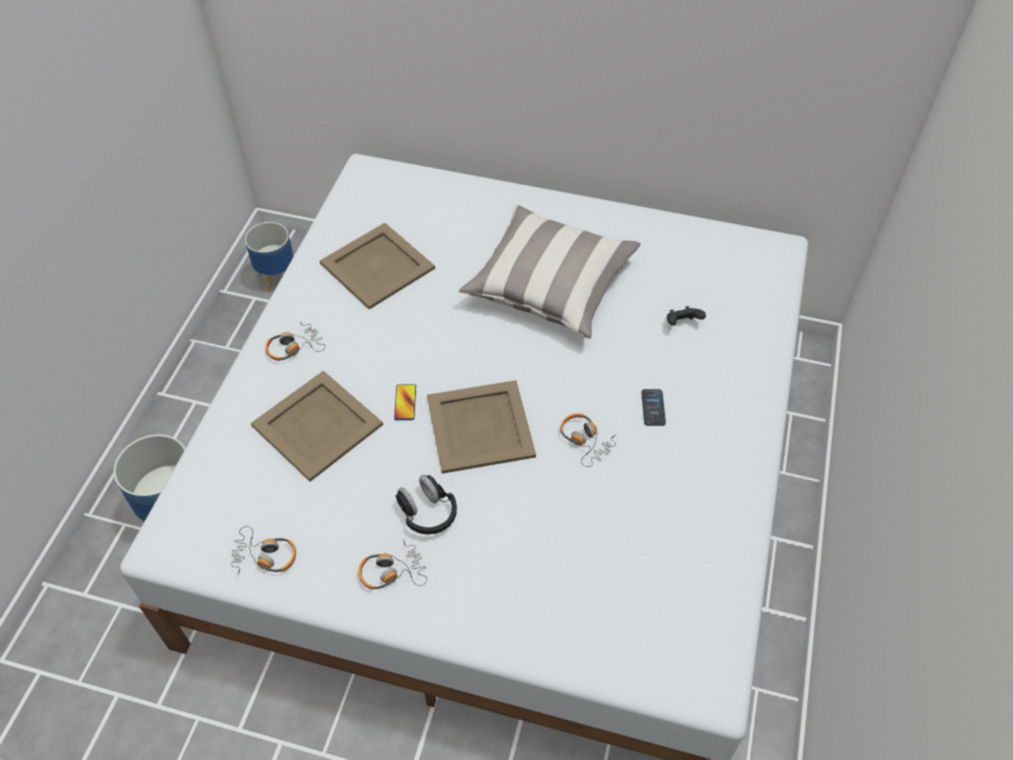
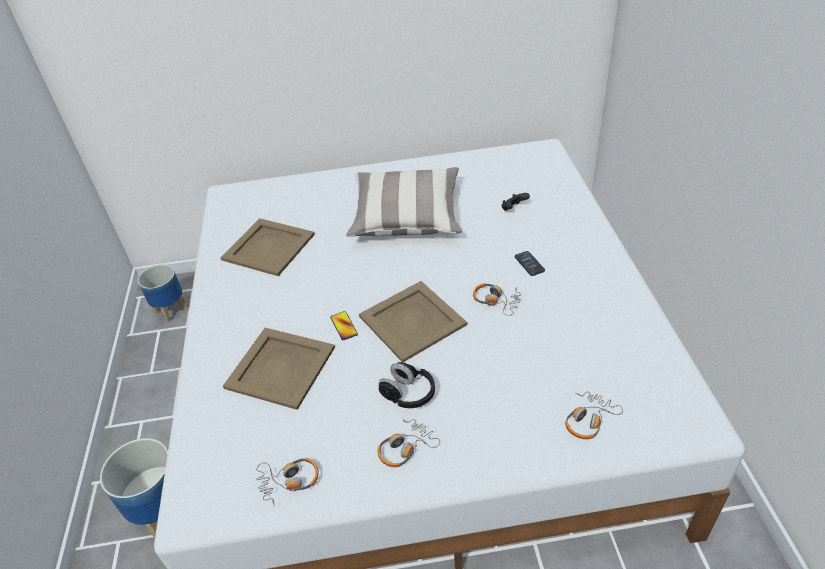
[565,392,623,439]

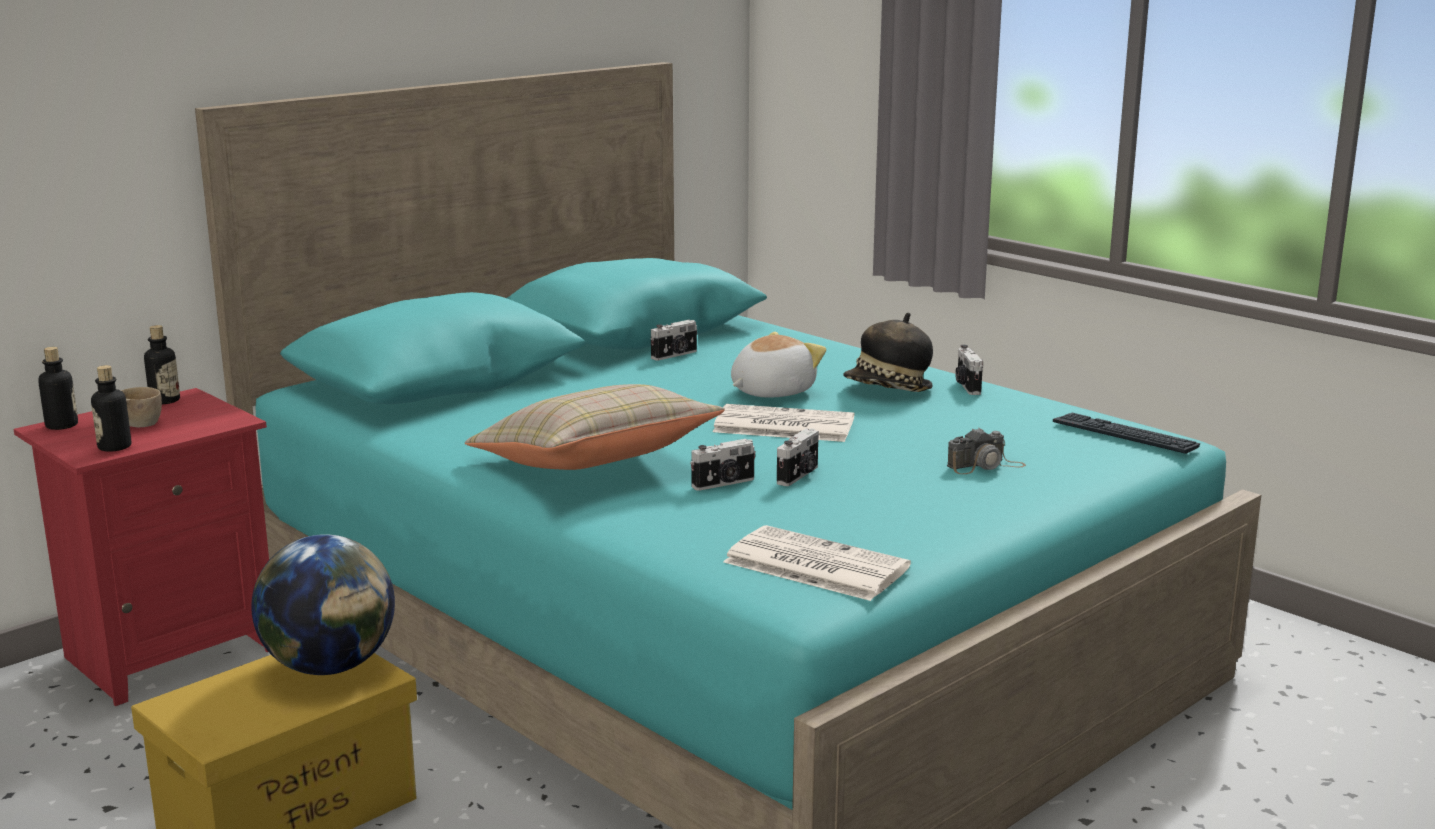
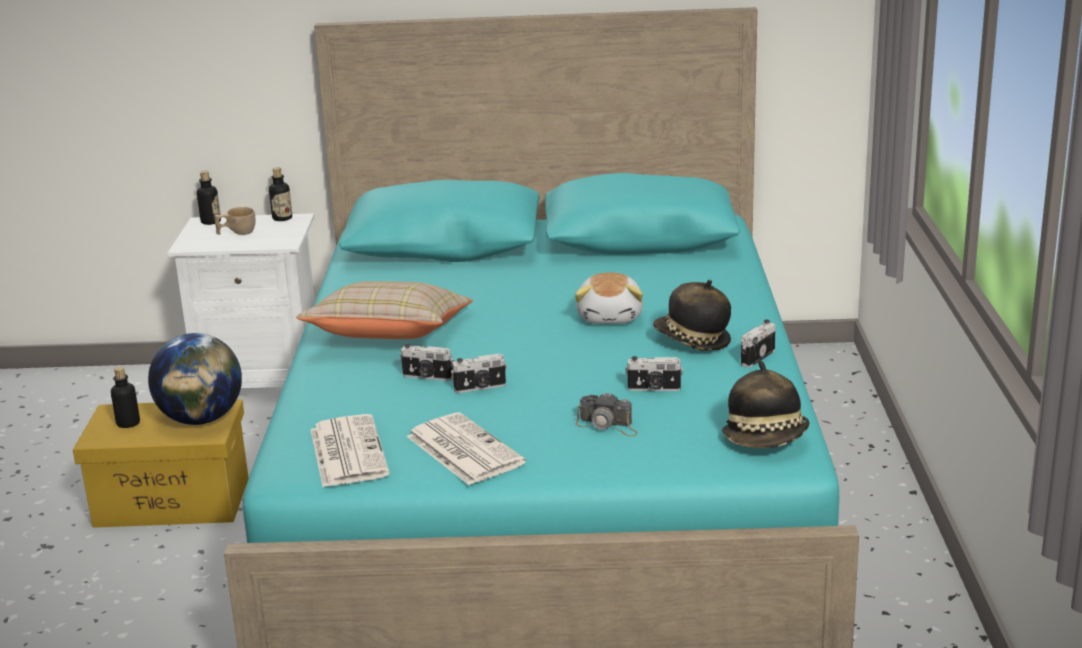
[111,367,140,428]
[625,356,683,391]
[406,413,526,485]
[722,361,810,448]
[167,213,315,388]
[575,272,643,324]

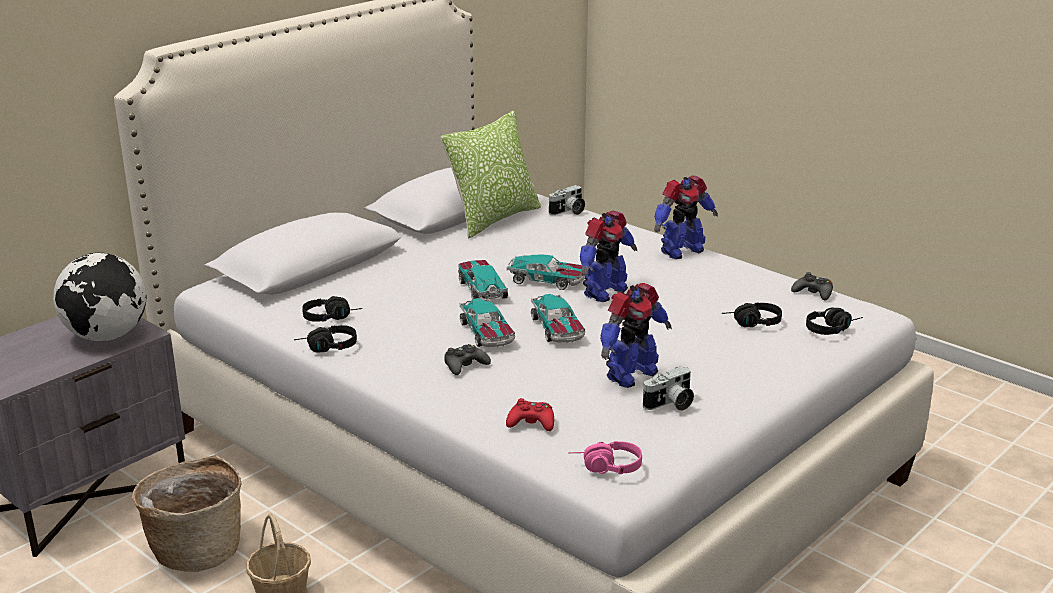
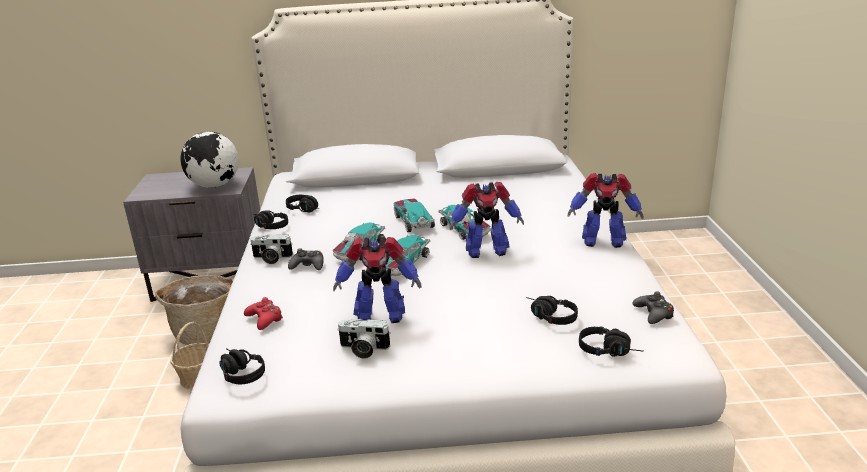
[441,111,541,239] (first image)
[250,234,293,264]
[219,348,265,384]
[394,198,435,232]

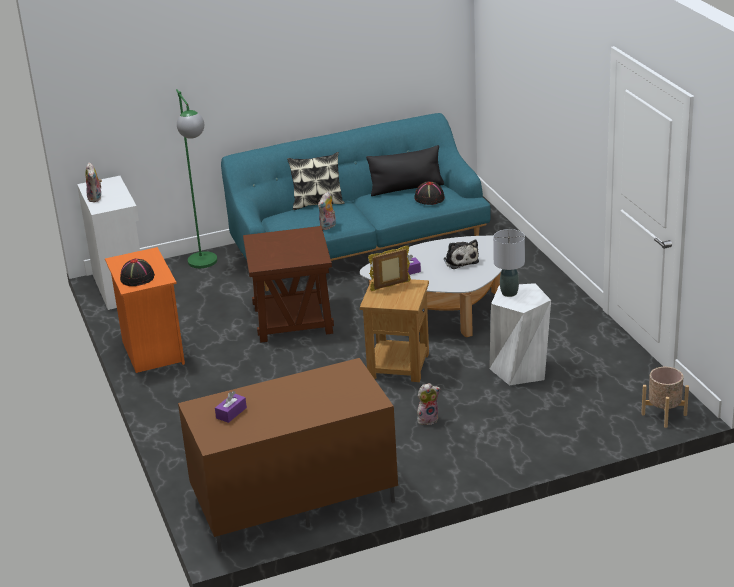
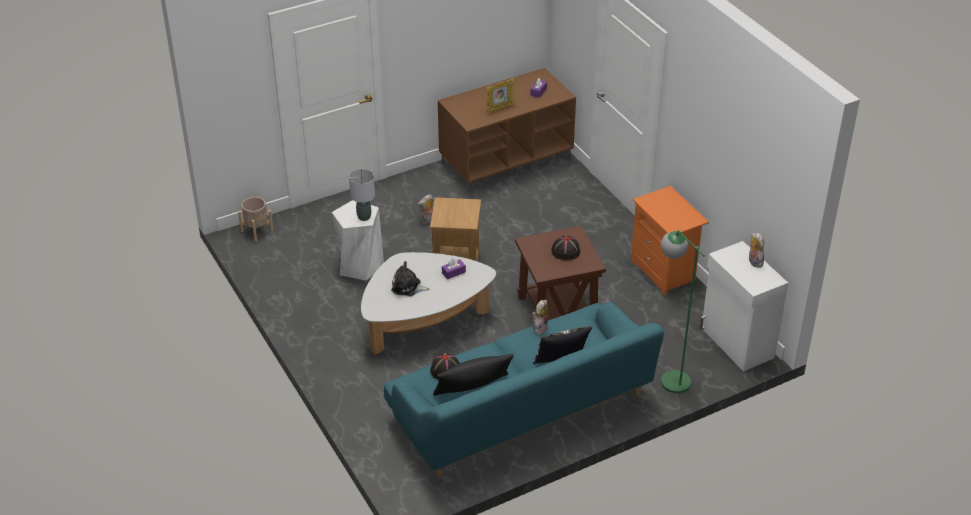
[551,235,580,260]
[486,79,515,113]
[391,261,429,296]

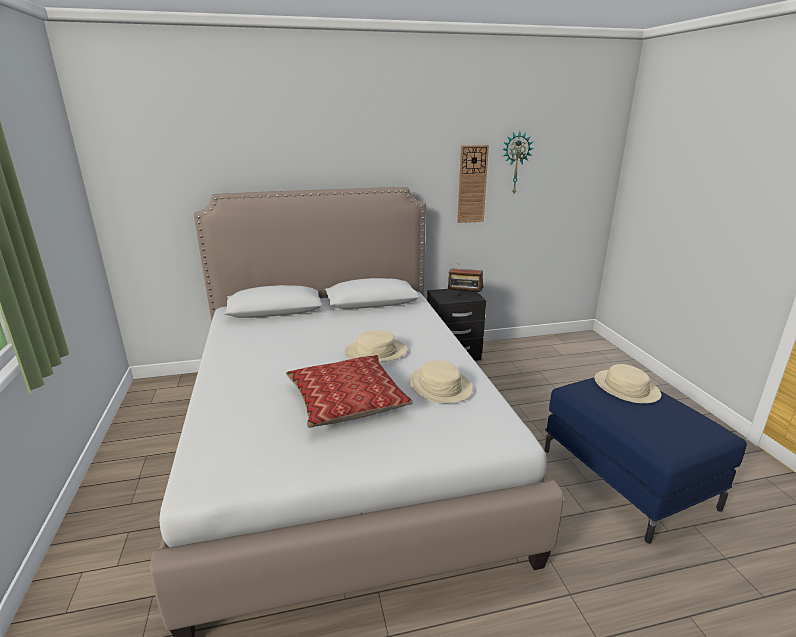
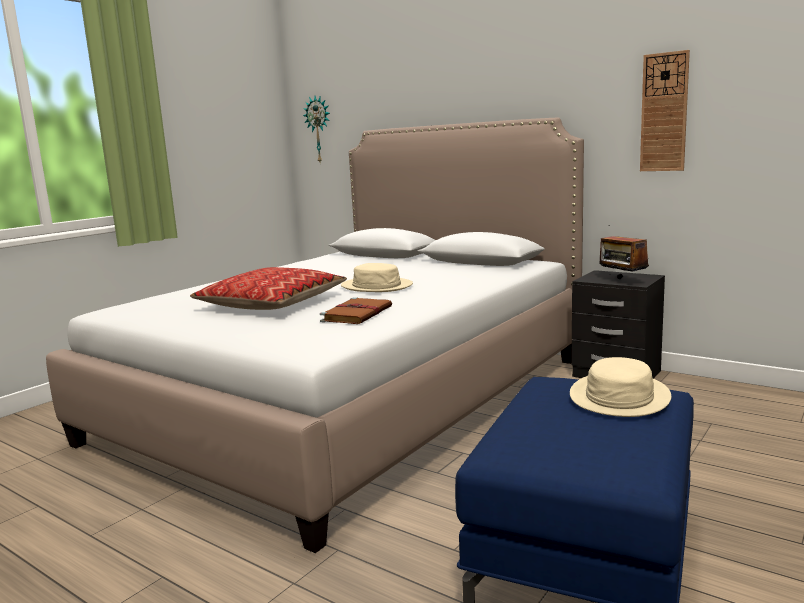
[303,96,330,162]
[320,297,392,324]

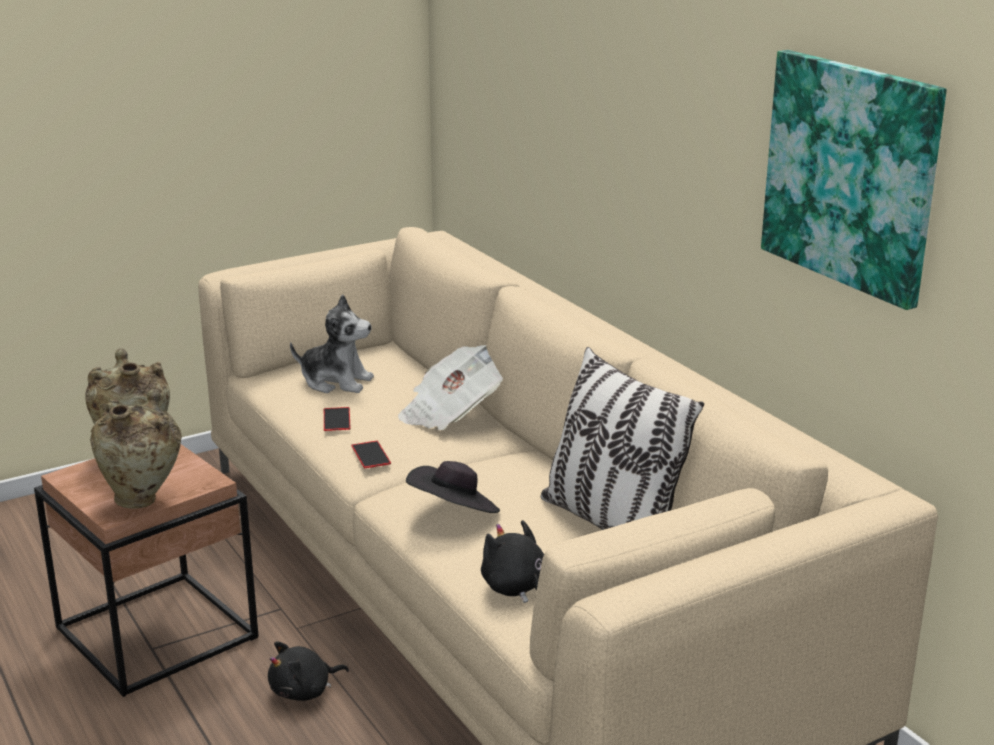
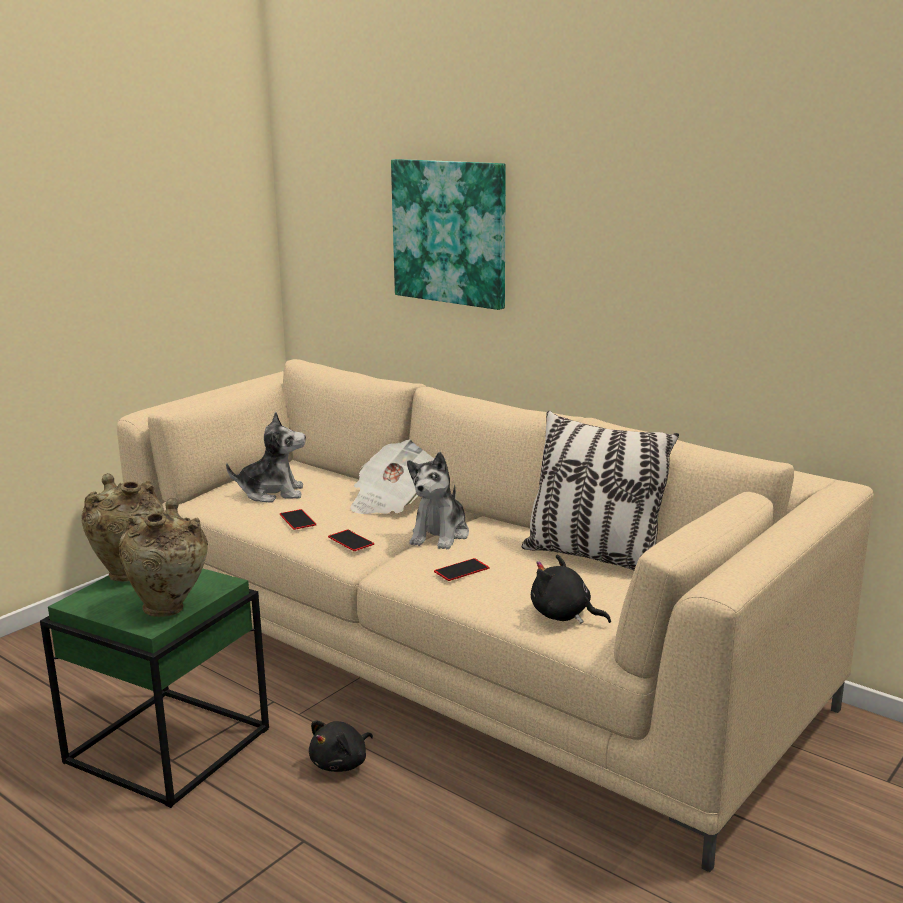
[407,452,469,549]
[391,159,506,310]
[434,558,490,581]
[40,569,269,808]

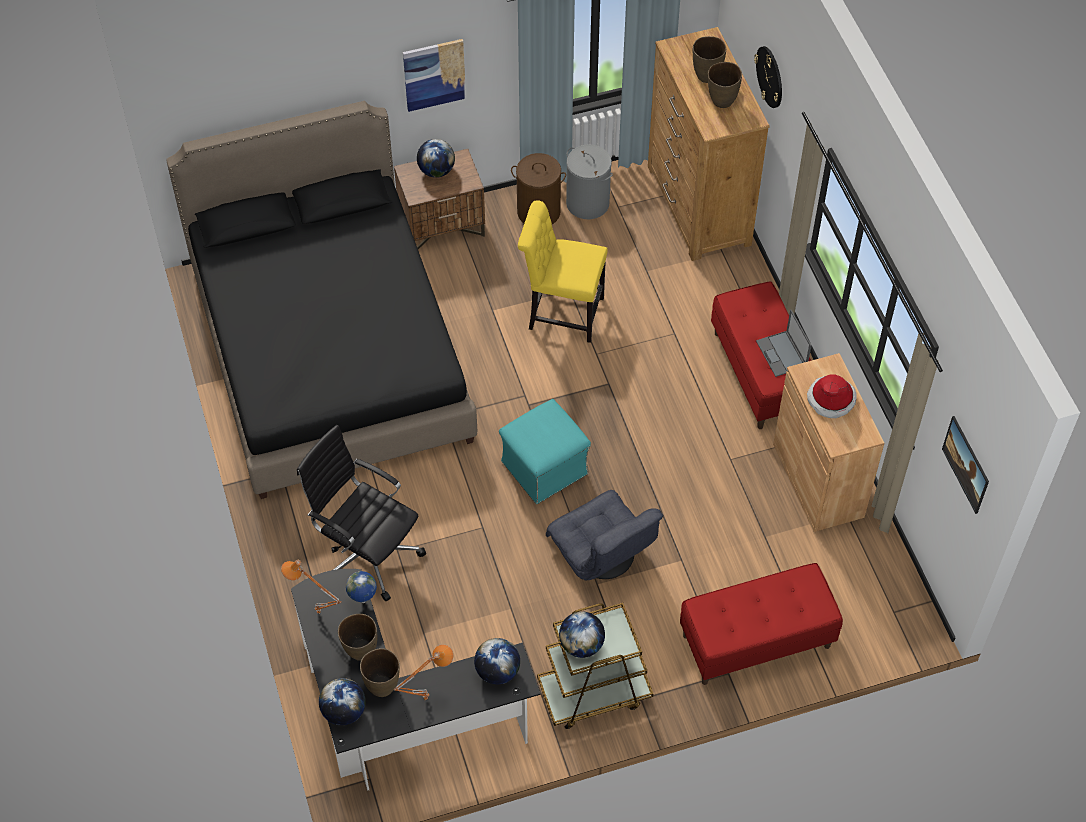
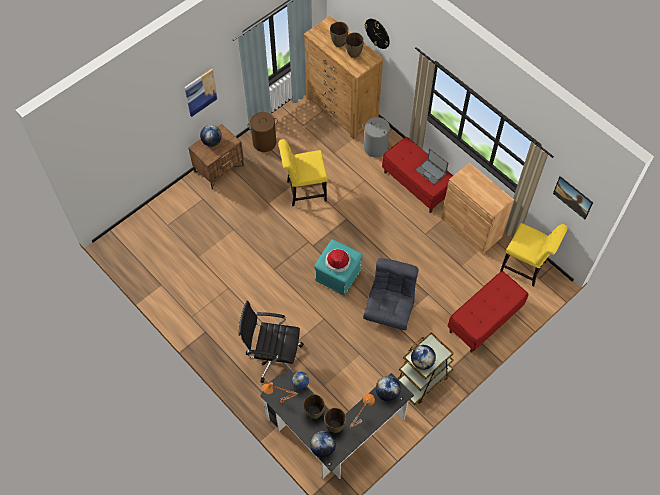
[167,101,477,499] (first image)
[500,223,568,287]
[362,117,392,158]
[325,249,351,272]
[363,258,419,330]

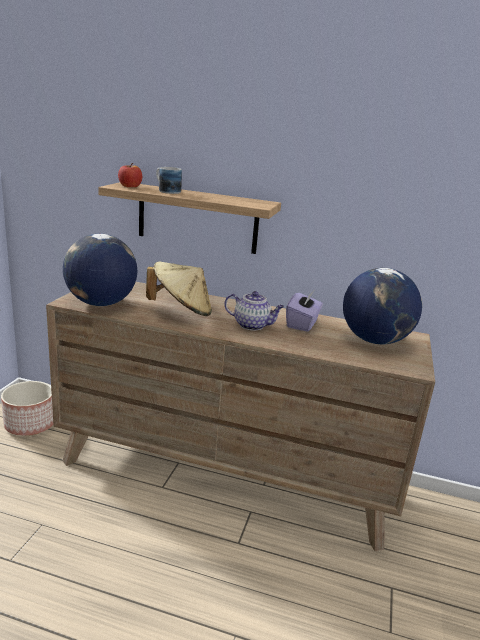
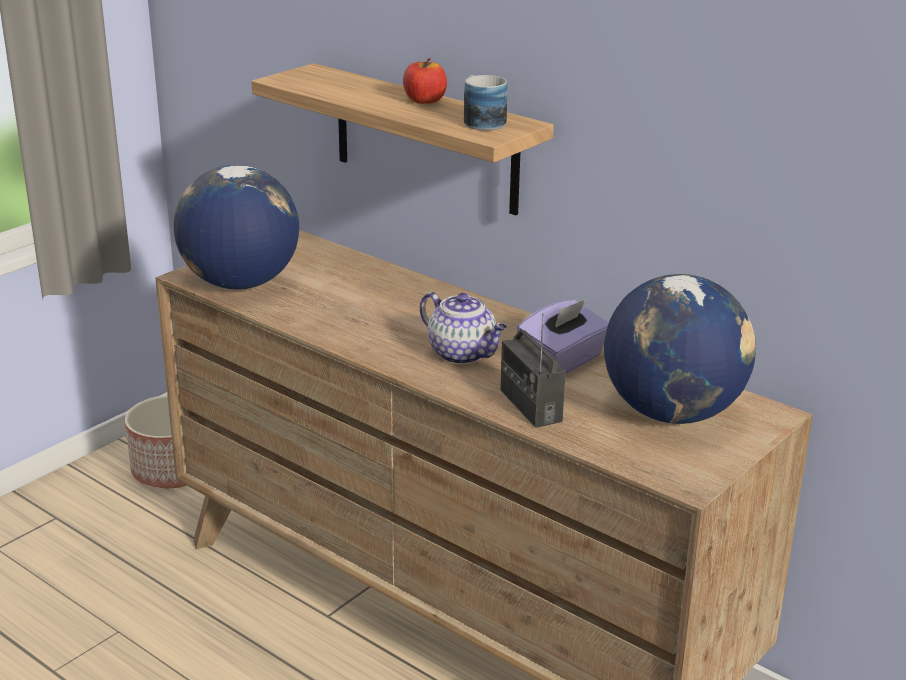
[146,262,212,316] (first image)
[500,314,566,428]
[403,58,447,104]
[464,75,507,131]

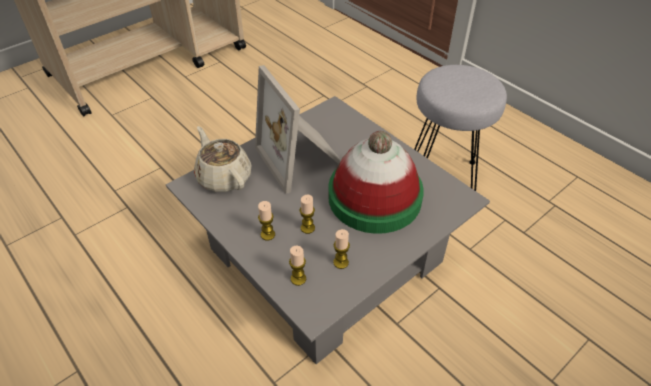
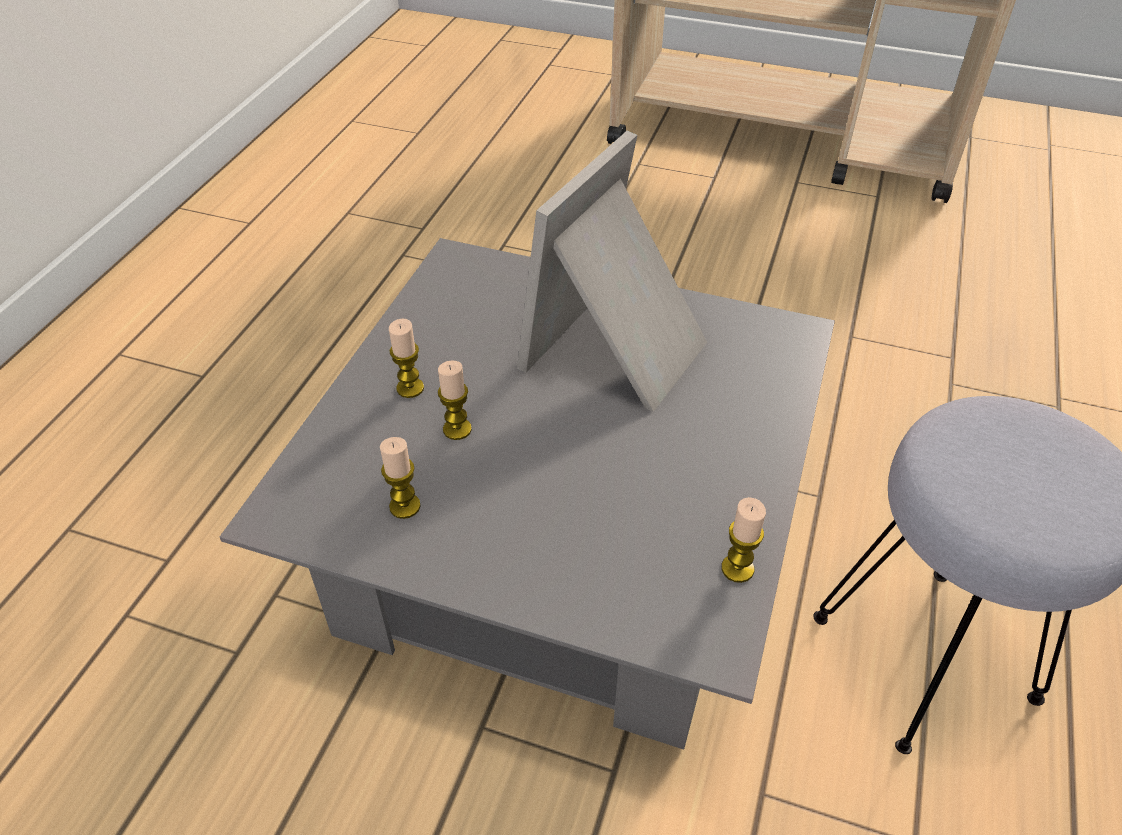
[194,126,252,192] (first image)
[328,131,424,234] (first image)
[721,497,766,583]

